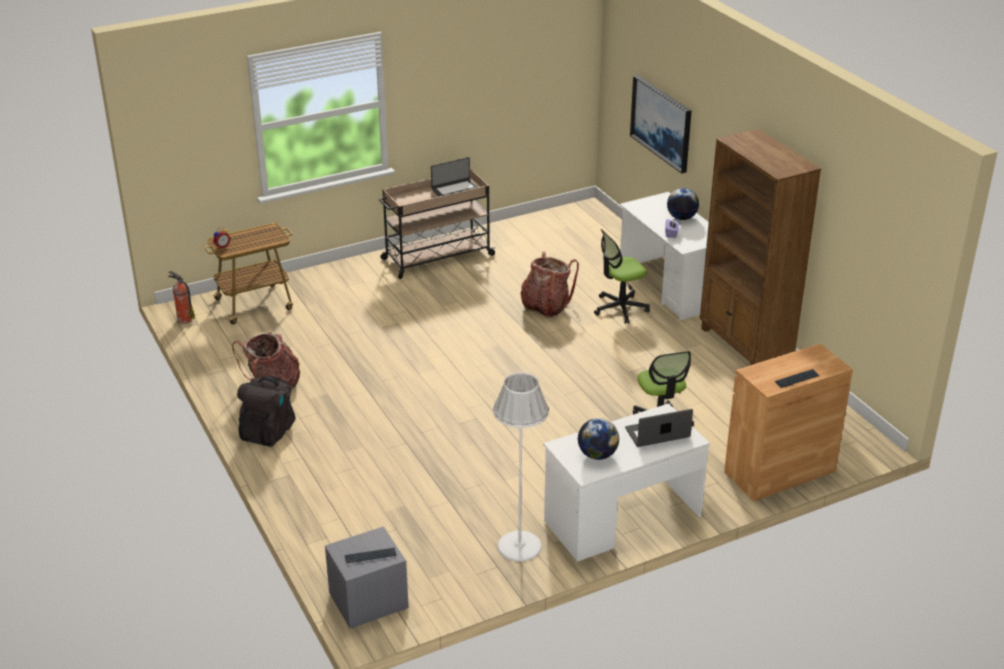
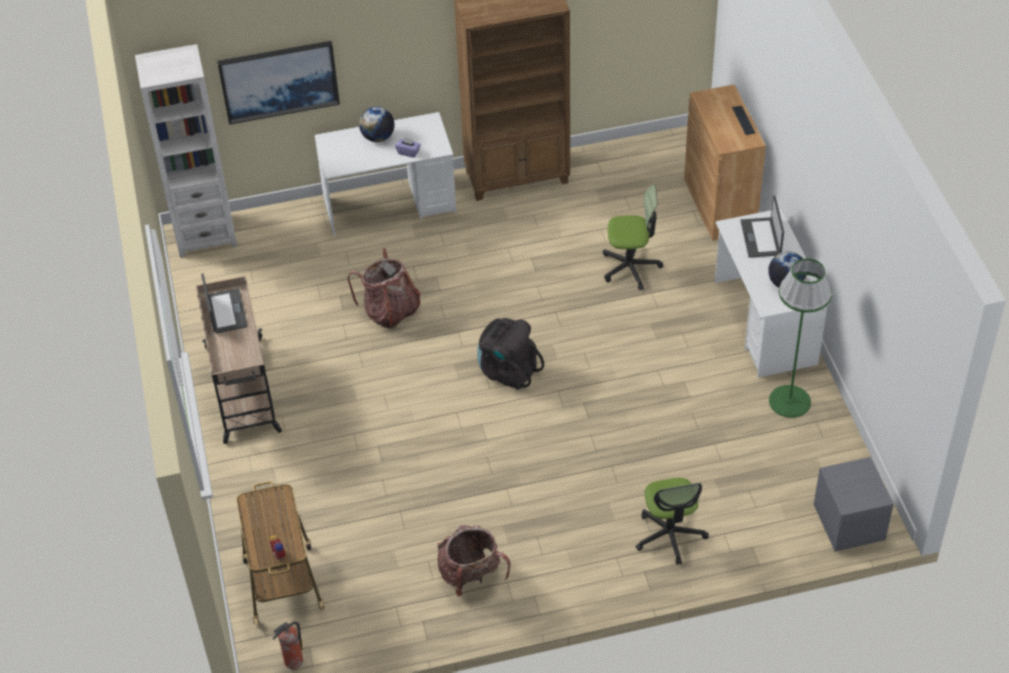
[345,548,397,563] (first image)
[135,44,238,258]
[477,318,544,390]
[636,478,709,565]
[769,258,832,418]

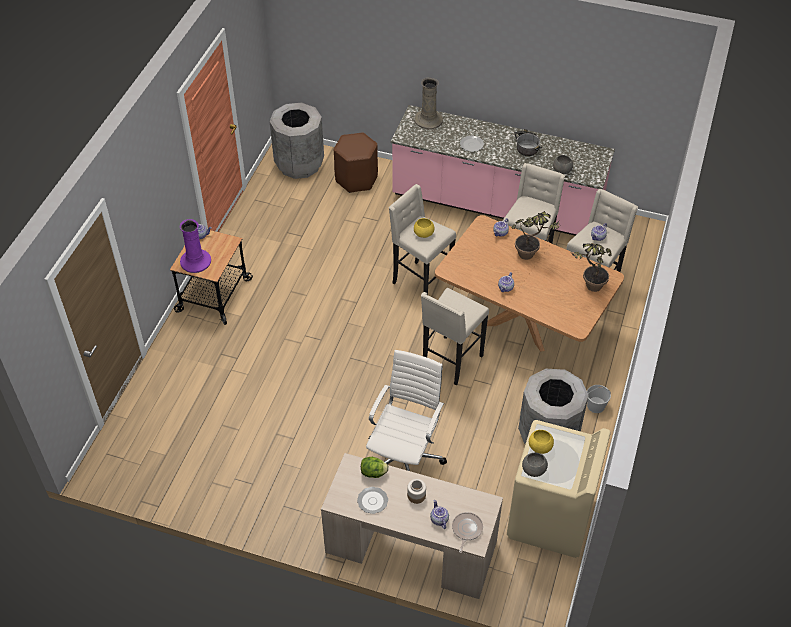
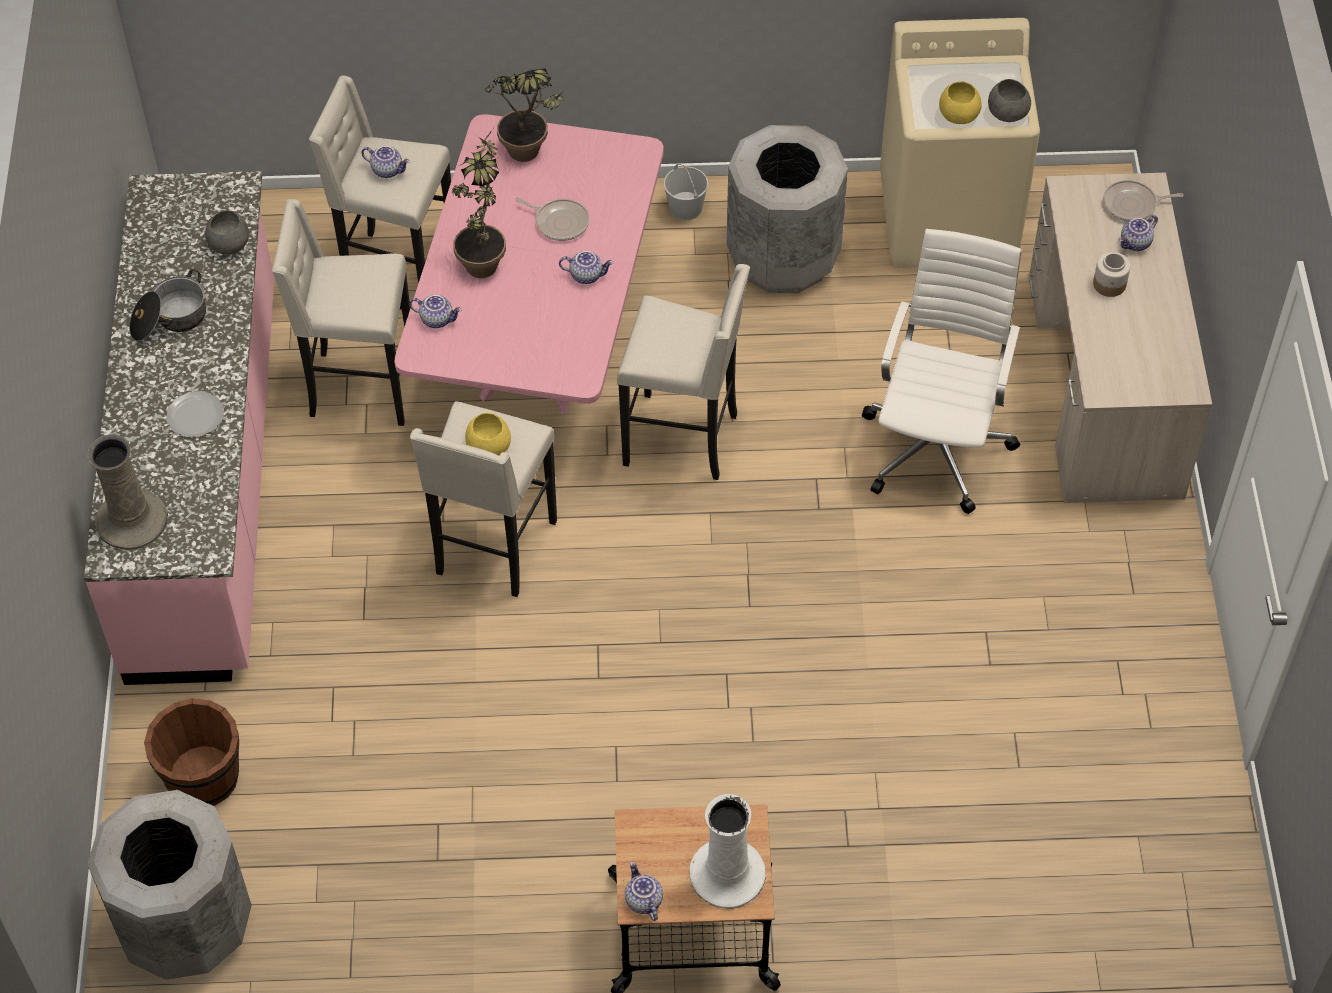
[357,487,388,514] (first image)
[361,457,389,478] (first image)
[515,197,589,241]
[144,698,239,806]
[690,794,766,909]
[394,114,663,414]
[862,229,1022,514]

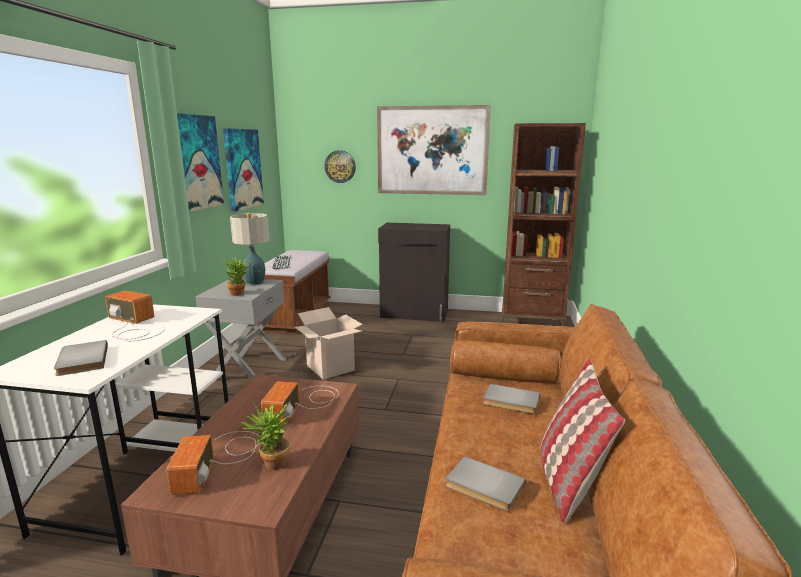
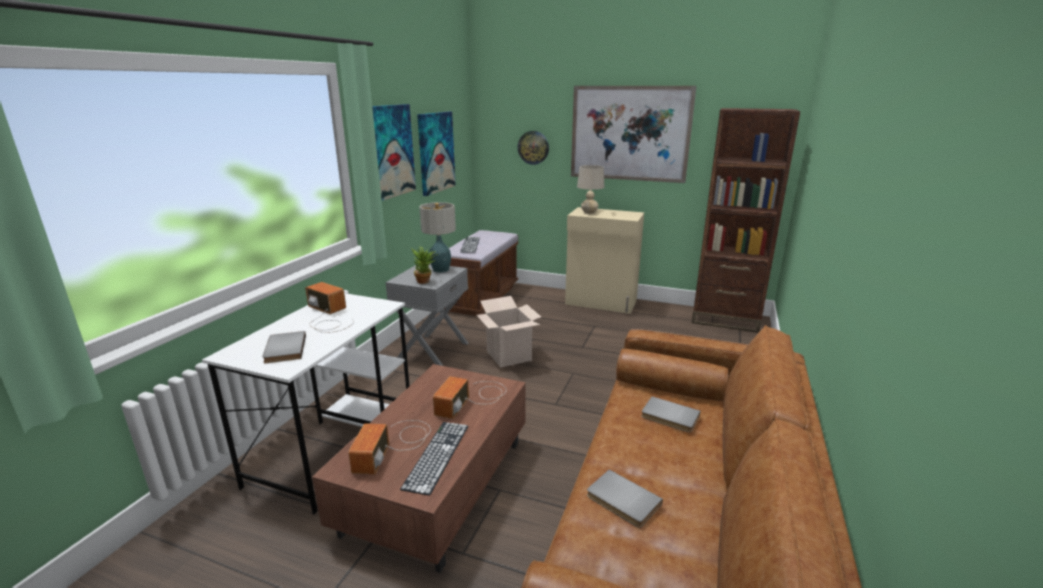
[540,359,625,523] (first image)
[577,165,604,214]
[400,422,468,496]
[565,207,644,314]

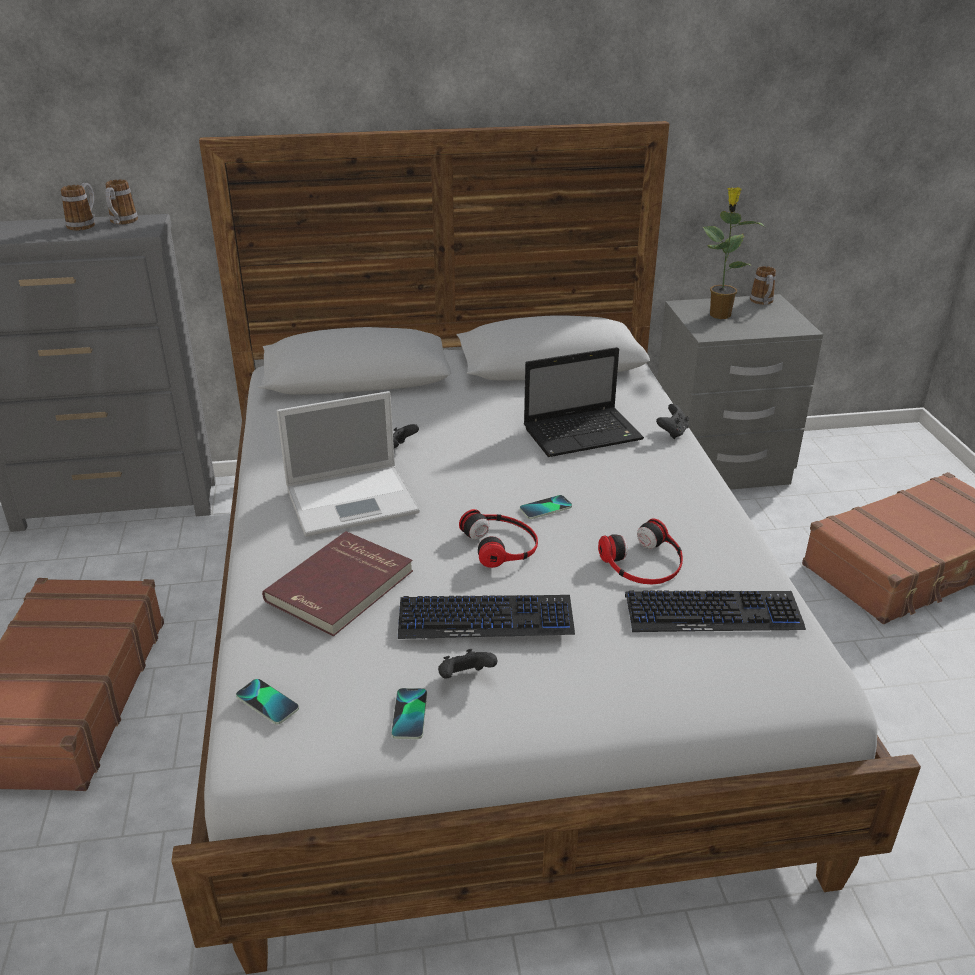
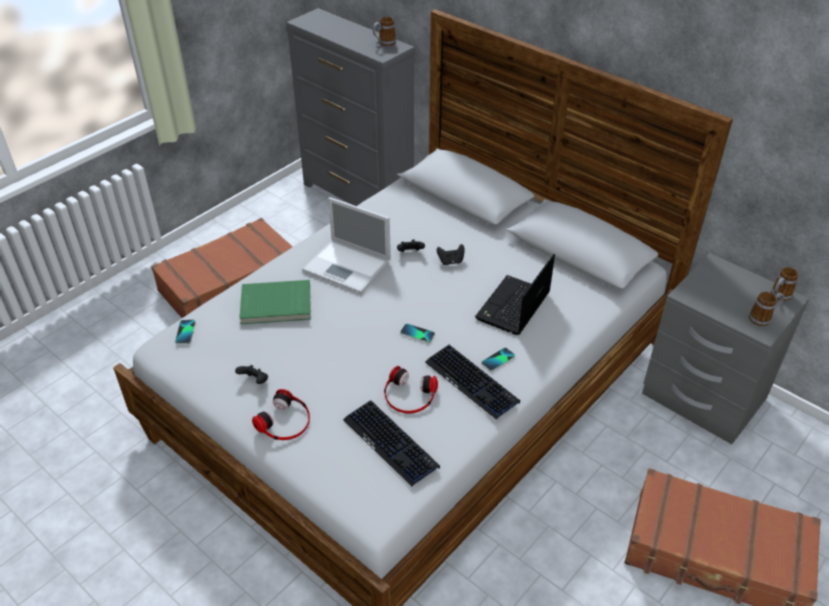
[703,187,765,319] (first image)
[749,292,784,326]
[481,348,515,371]
[425,345,520,419]
[252,389,310,440]
[437,244,465,265]
[239,280,311,324]
[475,254,555,335]

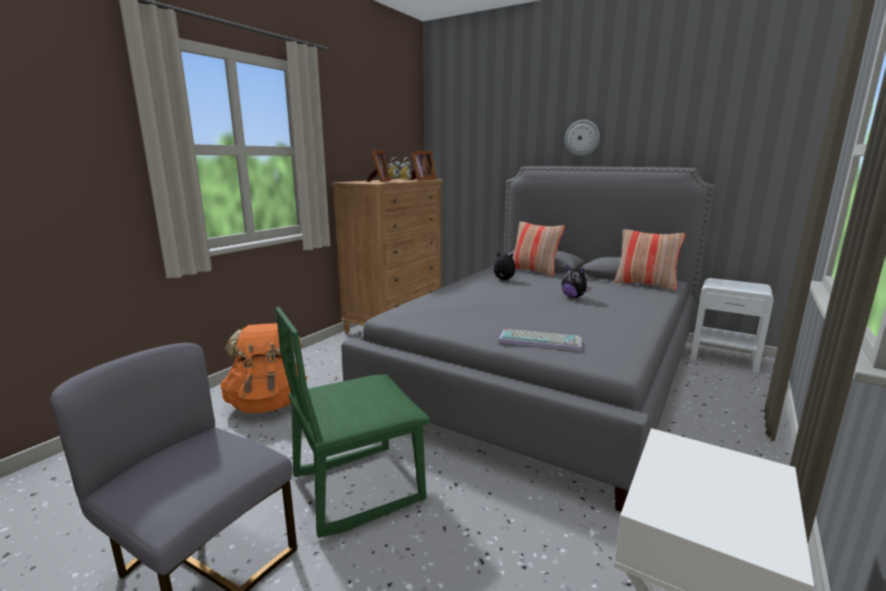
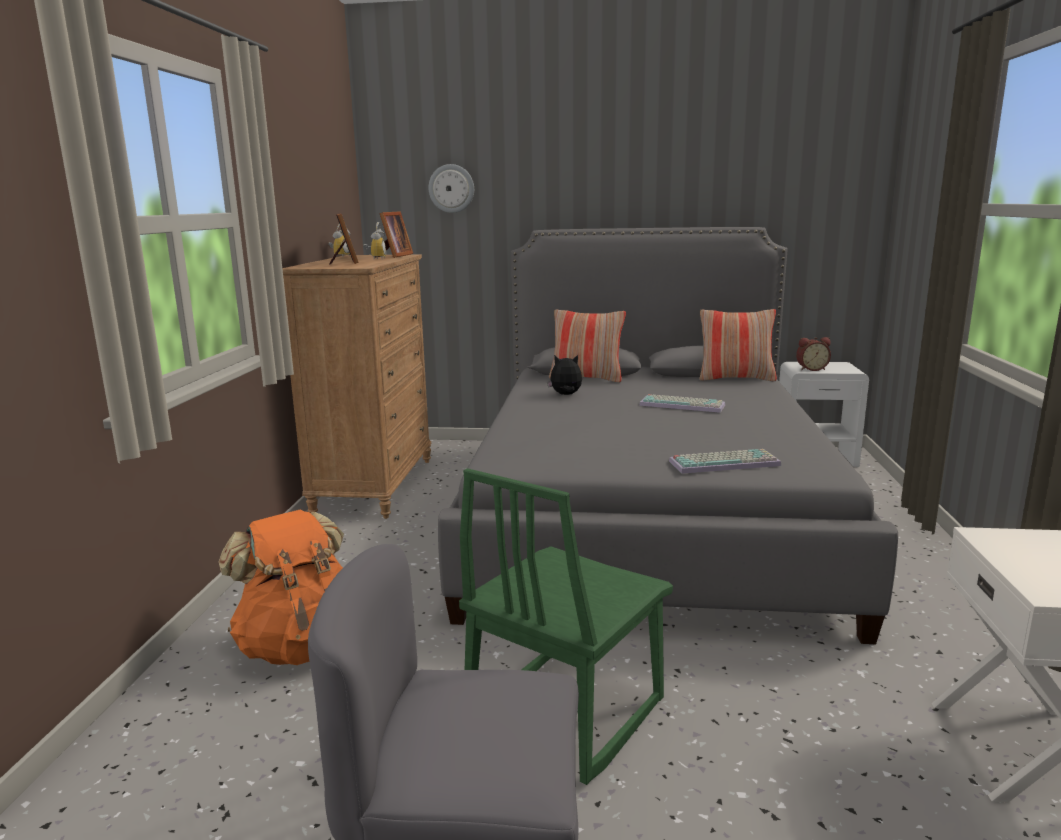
[796,337,831,371]
[429,164,474,213]
[639,394,725,413]

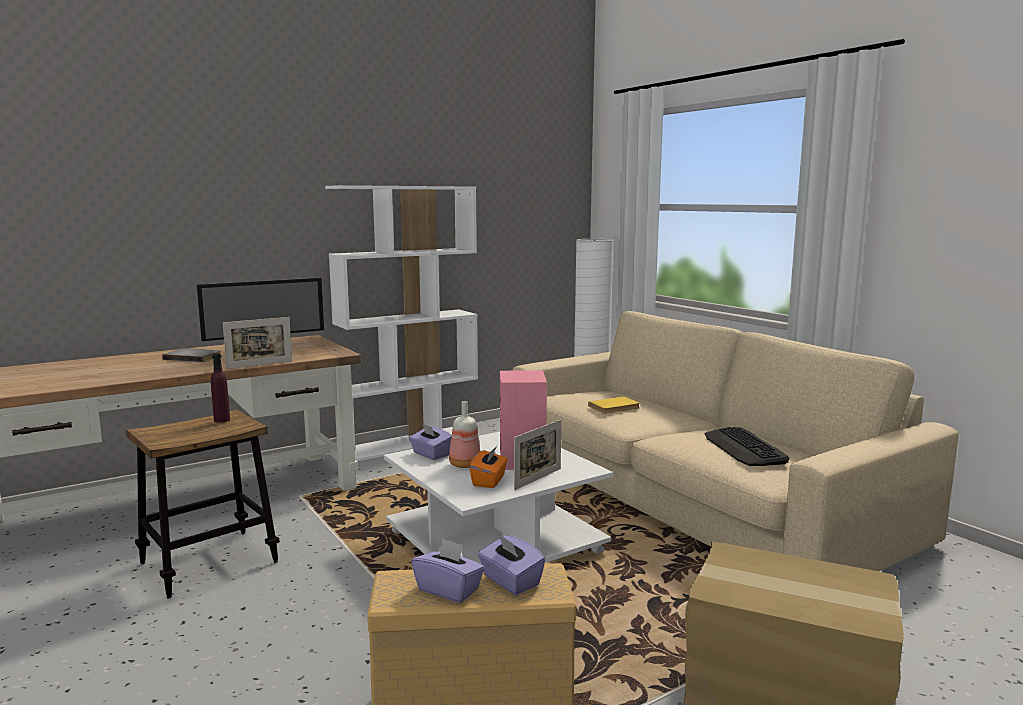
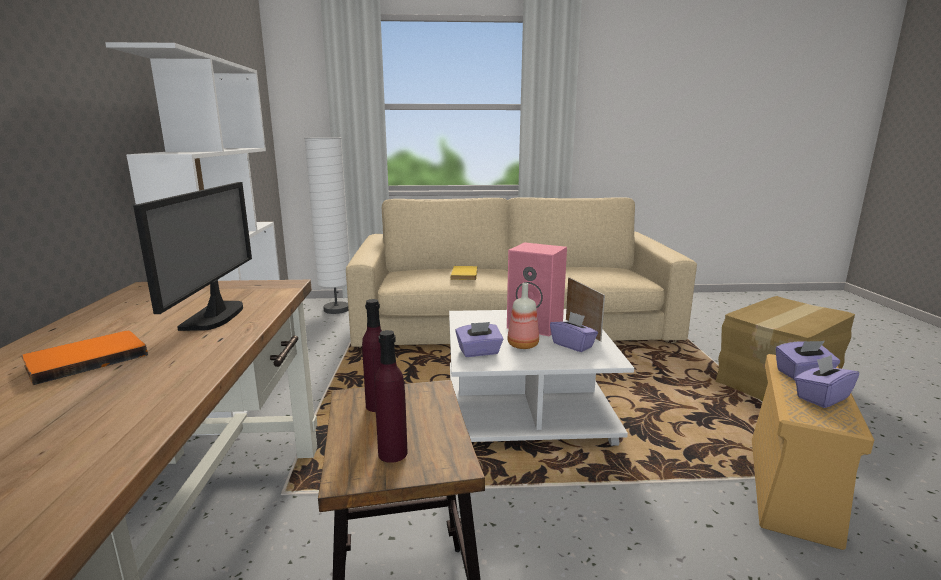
[223,317,292,369] (first image)
[705,427,790,466] (first image)
[374,330,407,463]
[21,331,148,385]
[550,312,598,352]

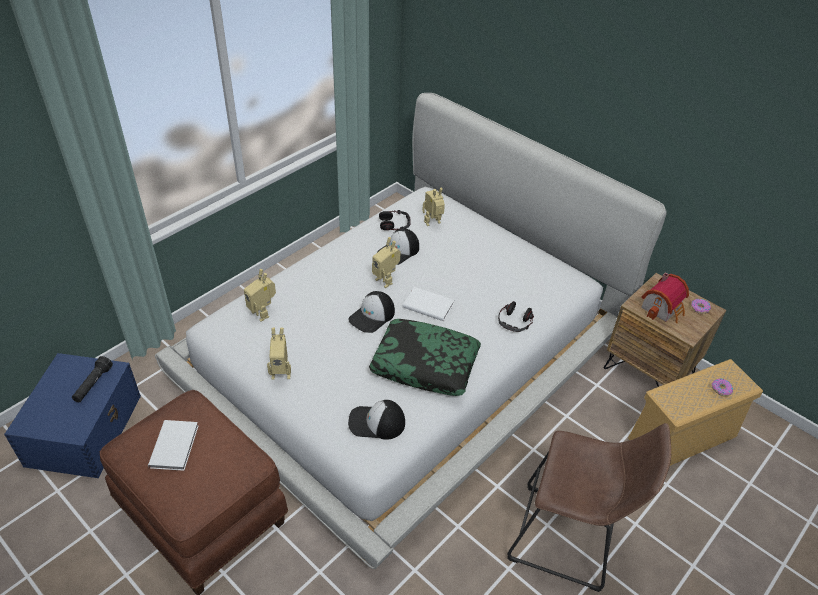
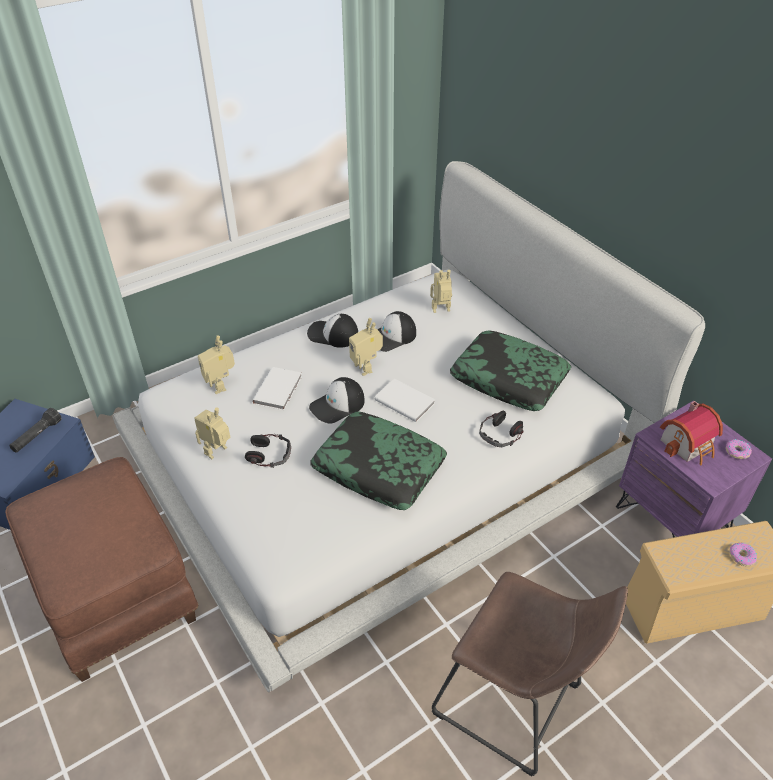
[450,330,571,411]
[252,367,302,410]
[307,314,358,348]
[245,434,291,468]
[616,401,772,537]
[194,407,231,459]

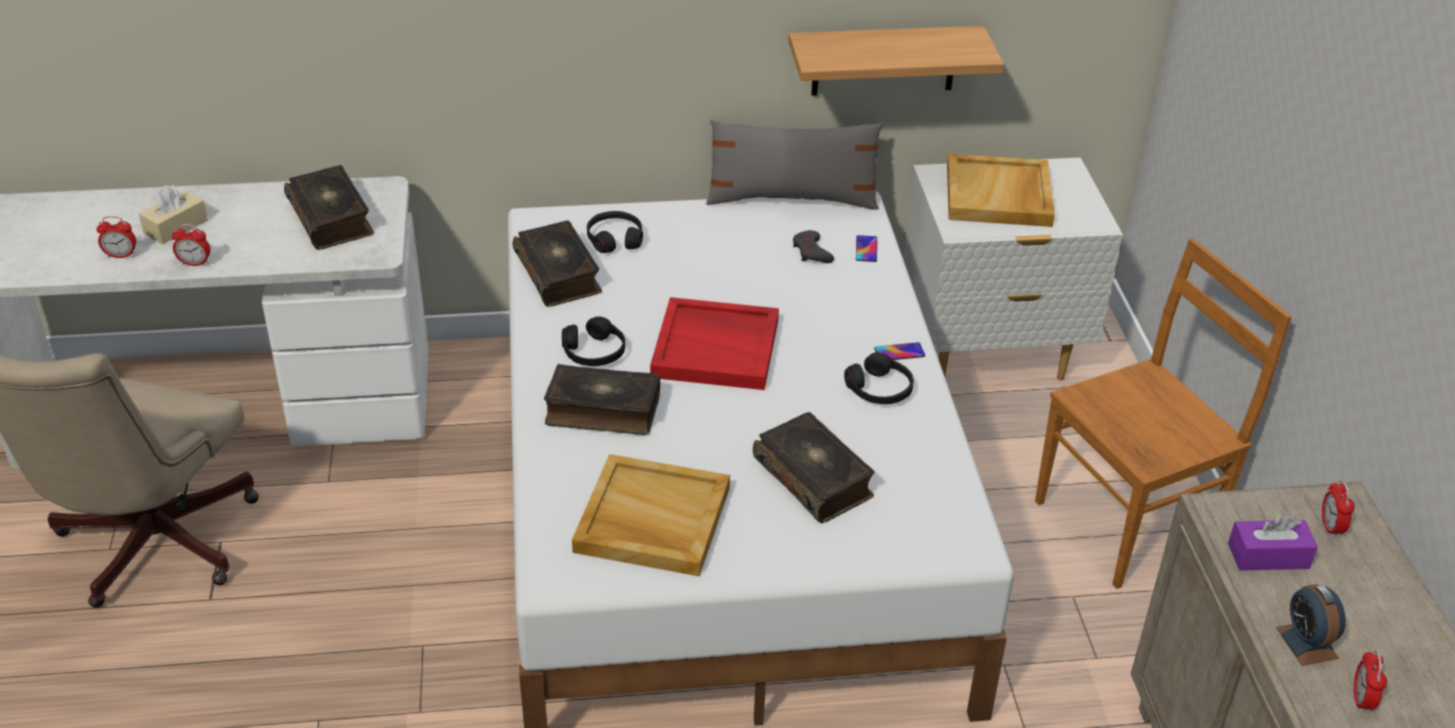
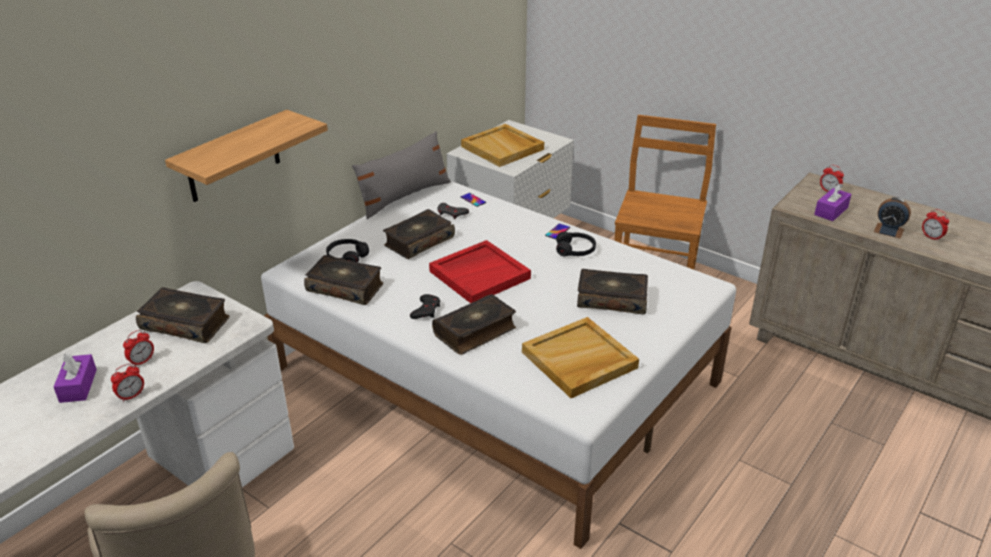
[383,209,455,259]
[123,330,154,367]
[165,110,328,202]
[410,294,440,319]
[54,353,97,403]

